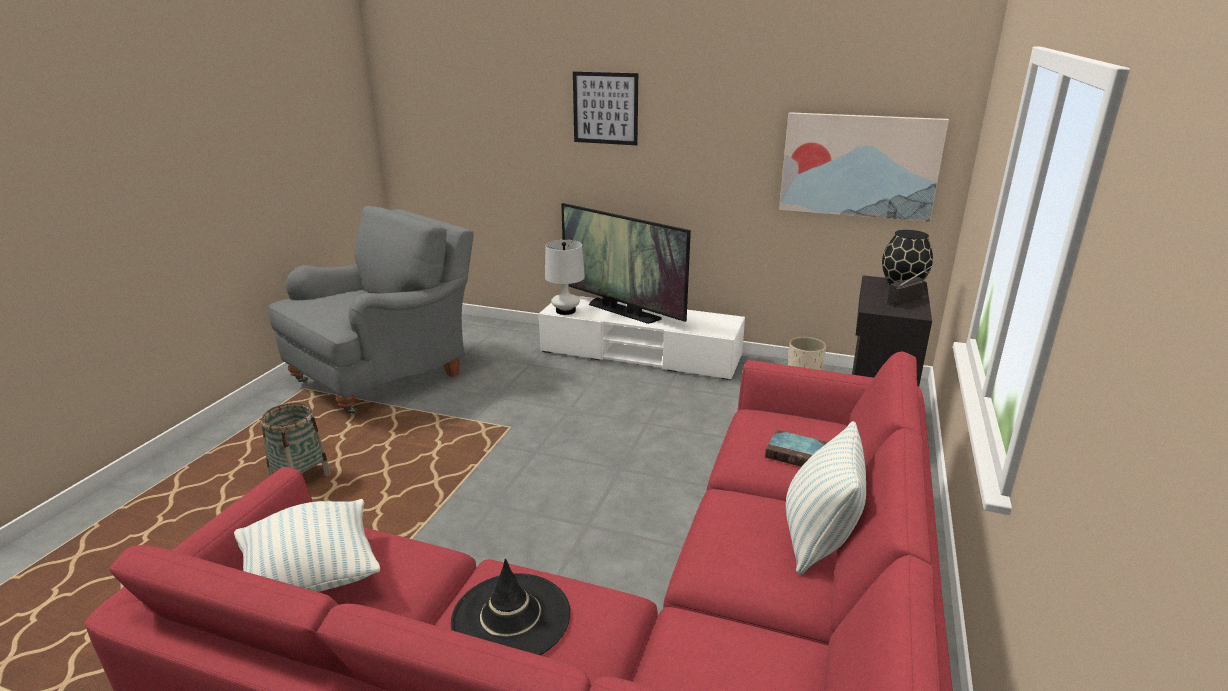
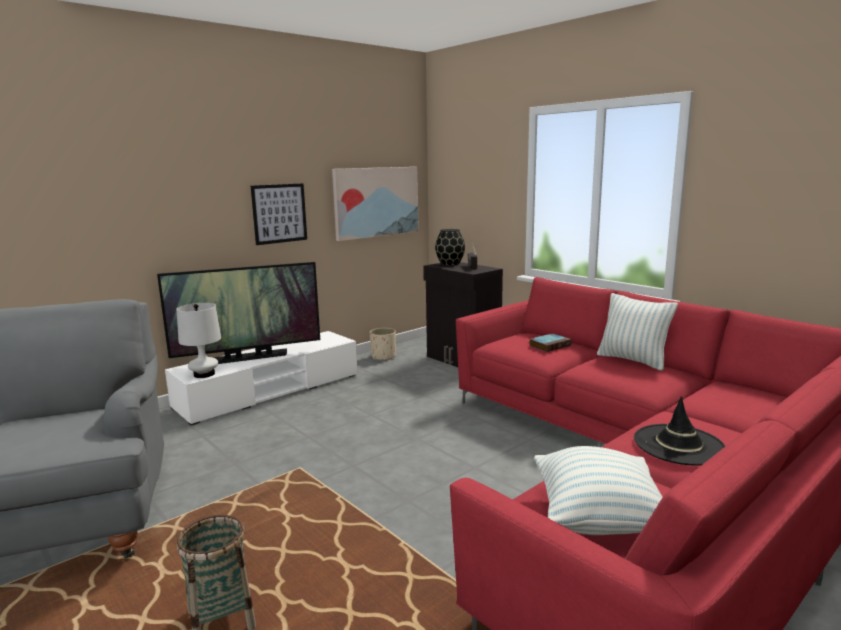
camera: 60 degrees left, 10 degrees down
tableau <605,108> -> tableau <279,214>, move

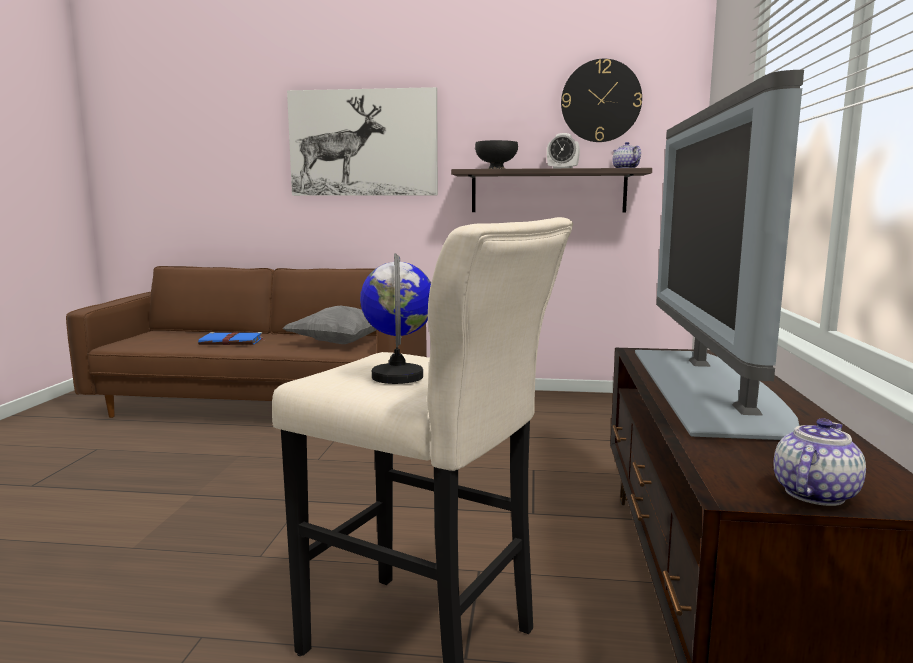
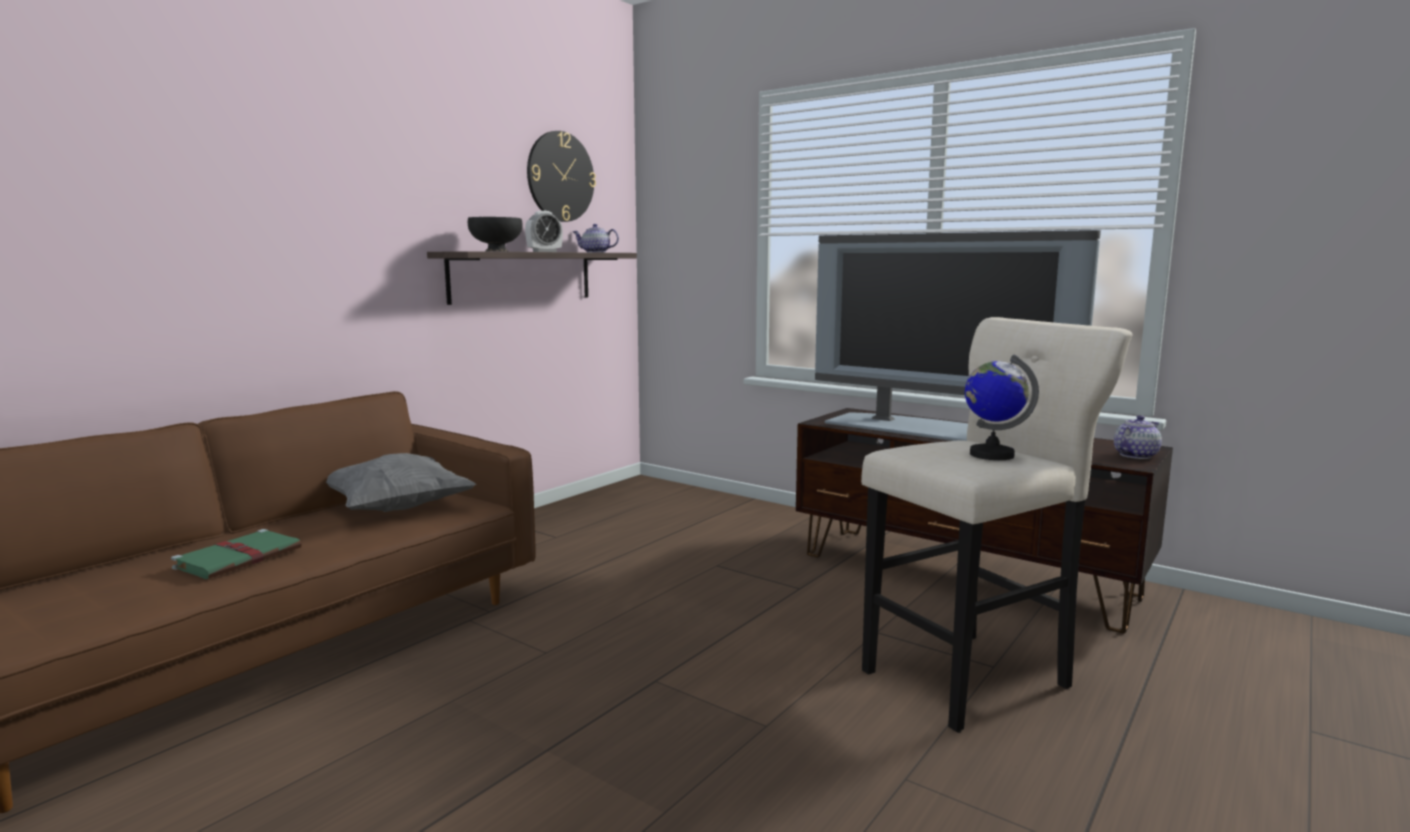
camera: 60 degrees left, 0 degrees up
livre [bleu] <232,338> -> livre [vert] <236,554>
tableau <362,141> -> none
théière <820,462> -> théière <1138,437>, 75 degrees clockwise

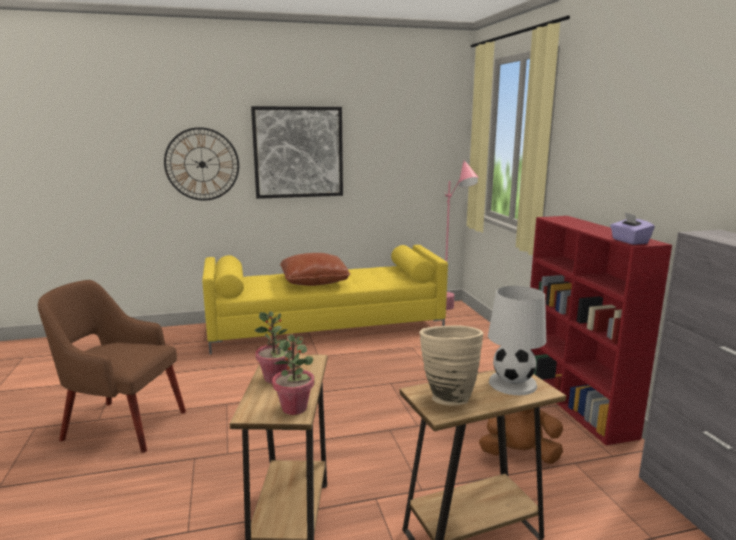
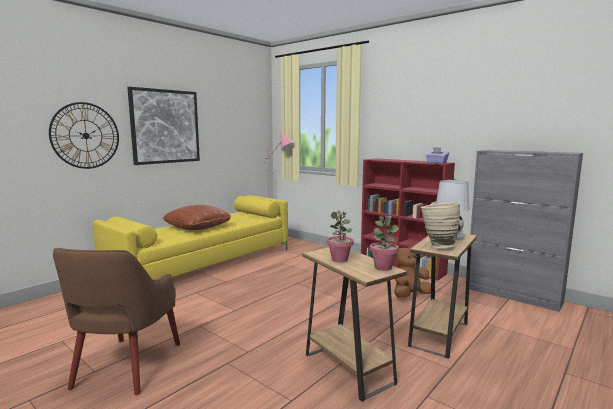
camera: 35 degrees left, 5 degrees down
fauteuil [marron] <112,366> -> fauteuil [marron] <116,321>, 60 degrees counterclockwise

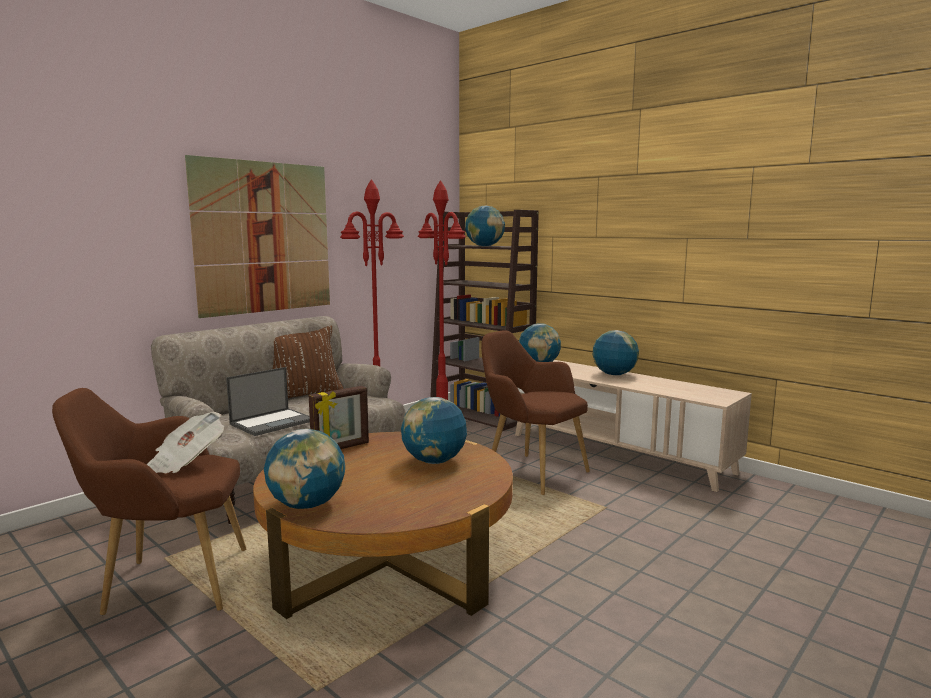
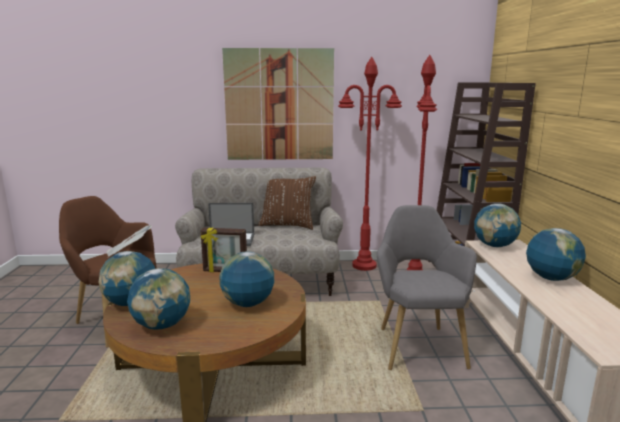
camera: 45 degrees right, 5 degrees up
globe <485,225> -> globe <158,299>, move
fauteuil [marron] <535,412> -> fauteuil [gris] <427,287>

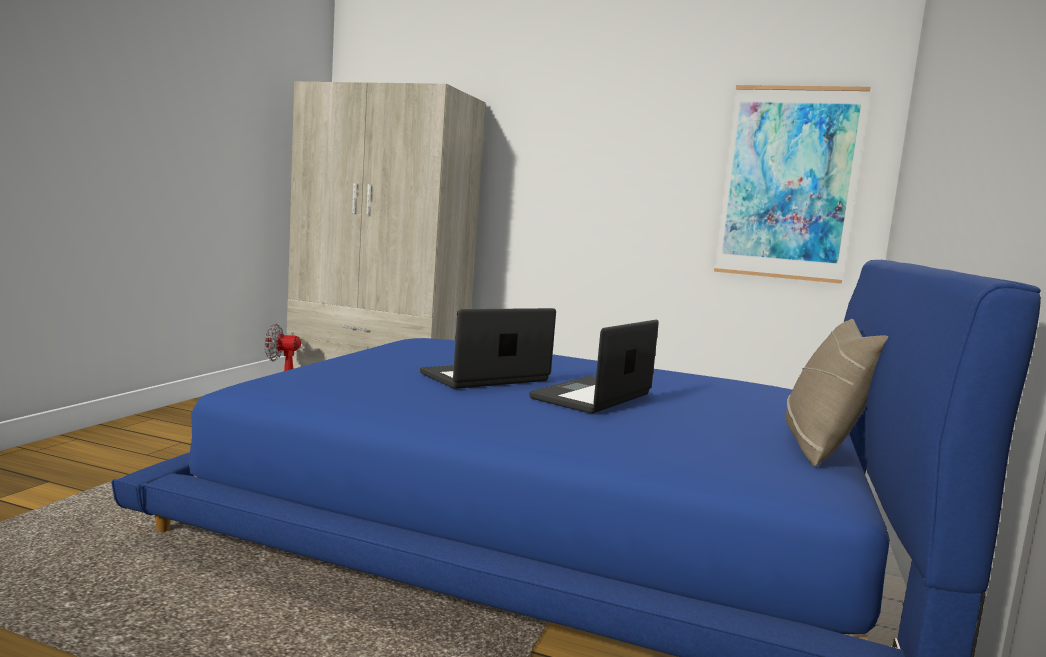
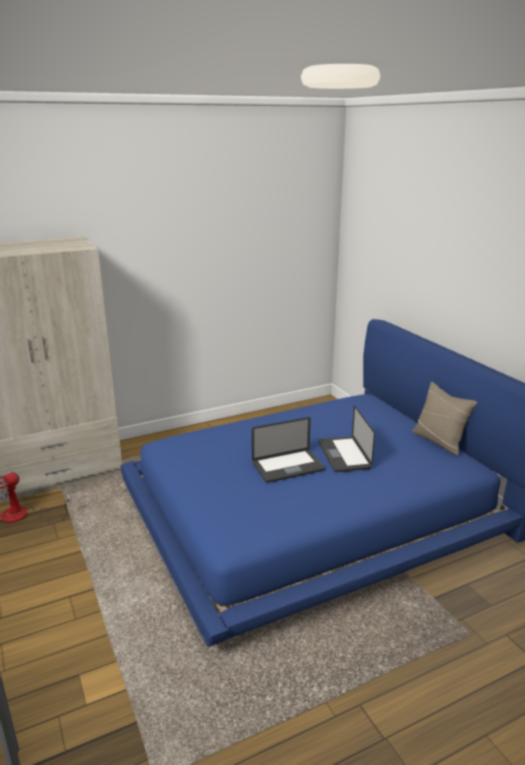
camera: 45 degrees left, 15 degrees up
ordinateur portable <488,348> -> ordinateur portable <288,450>, 120 degrees counterclockwise
tableau <792,184> -> none

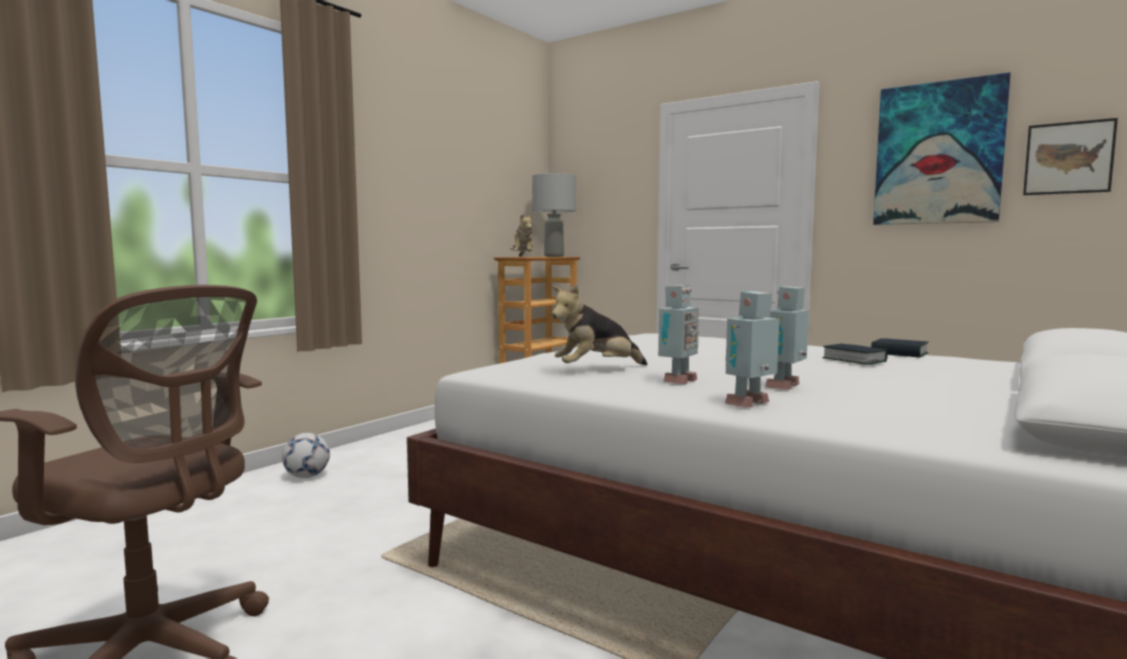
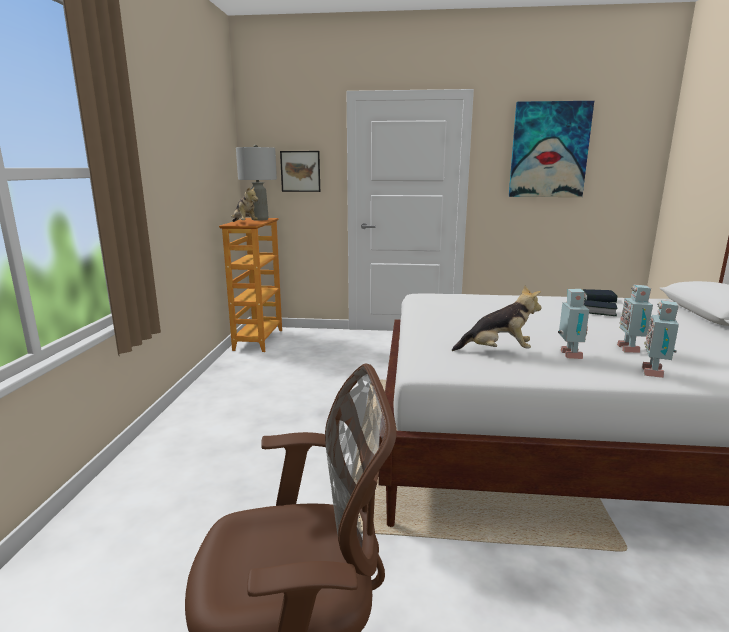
camera: 30 degrees left, 10 degrees up
ballon de foot <306,455> -> none
peluche <599,324> -> peluche <497,318>, 120 degrees counterclockwise
tableau <1070,156> -> tableau <300,171>, move

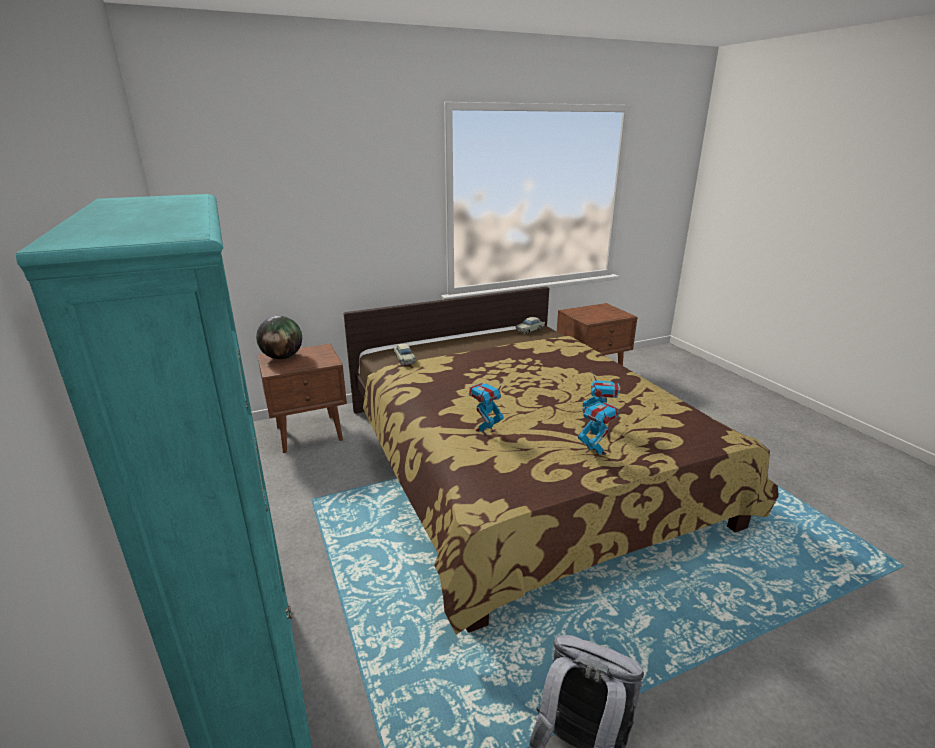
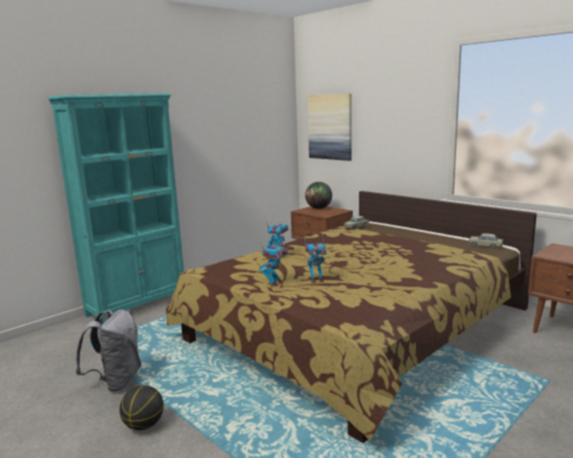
camera: 70 degrees right, 10 degrees down
none -> ballon de basket <141,407>
none -> tableau <330,127>

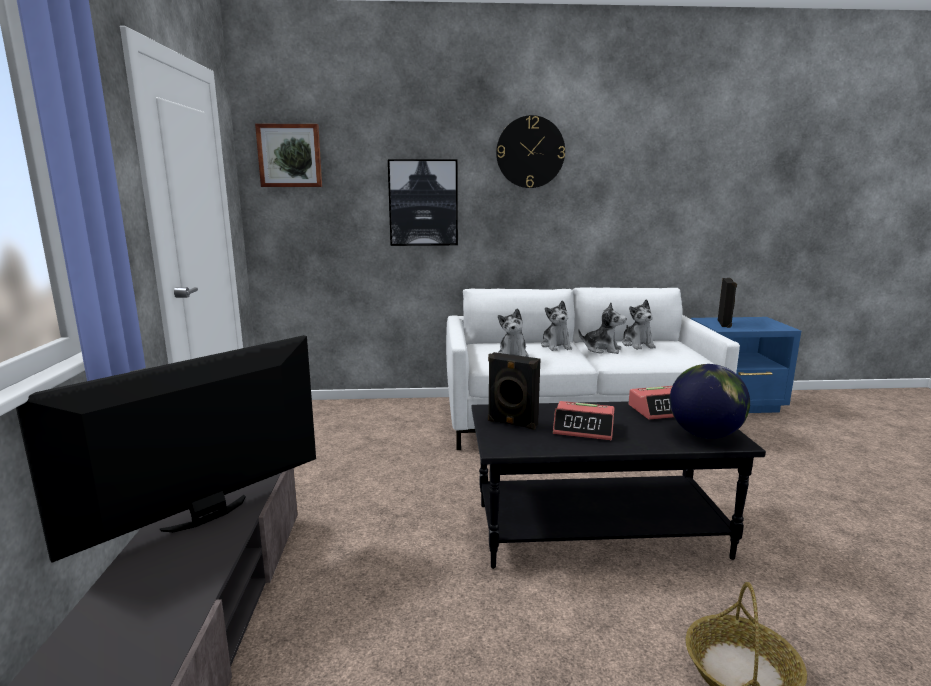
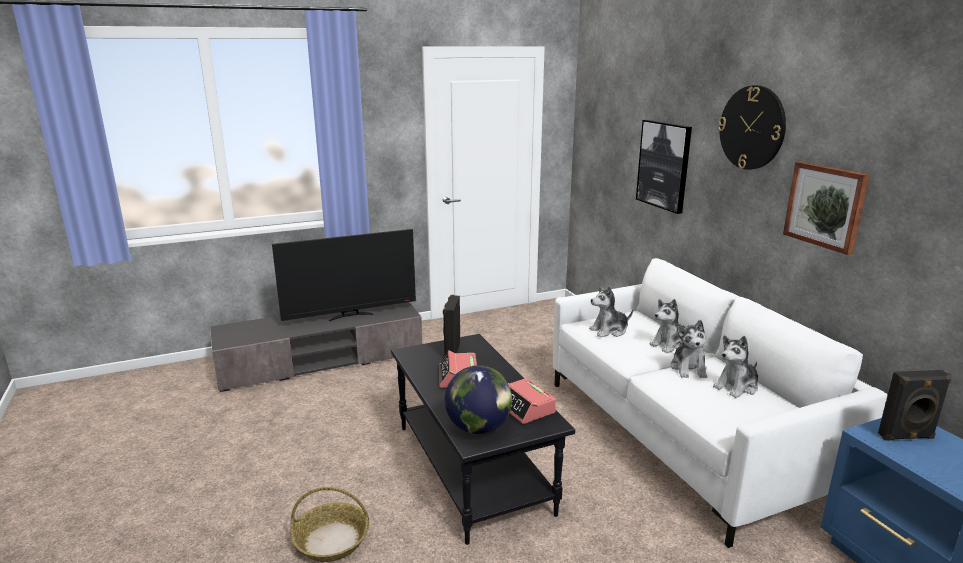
camera: 70 degrees right, 5 degrees up
téléviseur <166,449> -> téléviseur <344,275>, 135 degrees clockwise
tableau <288,155> -> tableau <826,208>, move

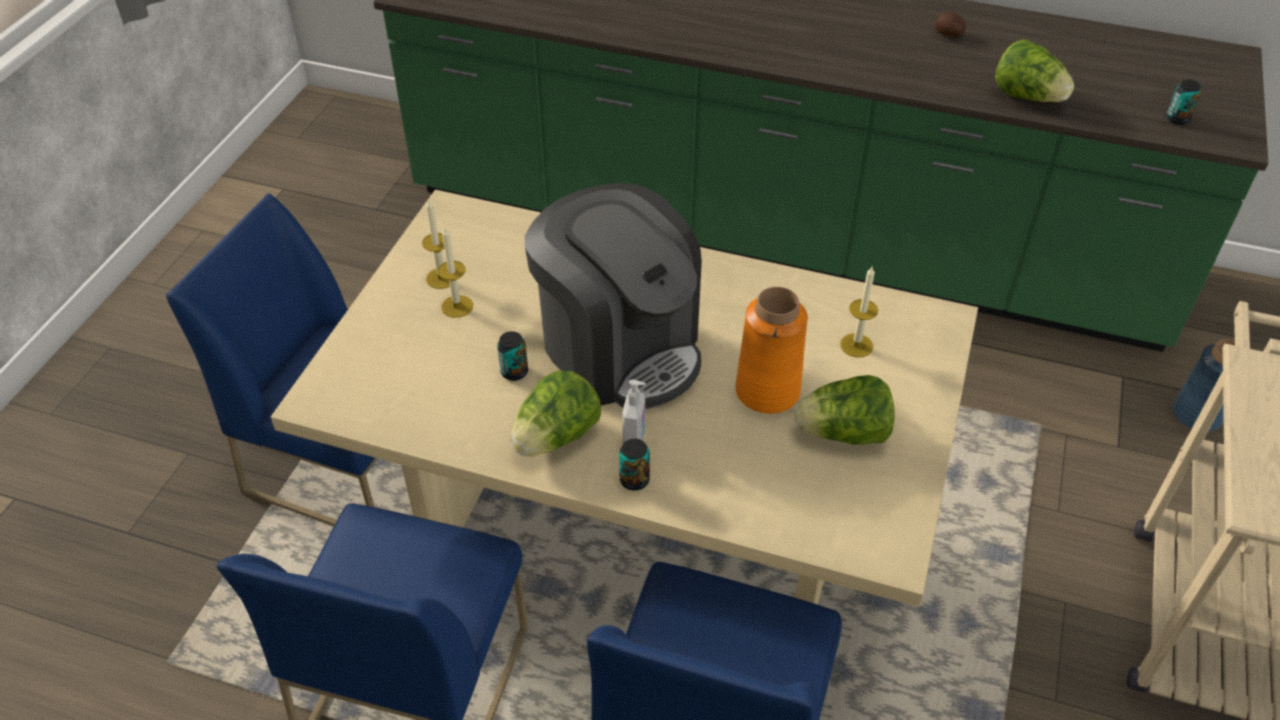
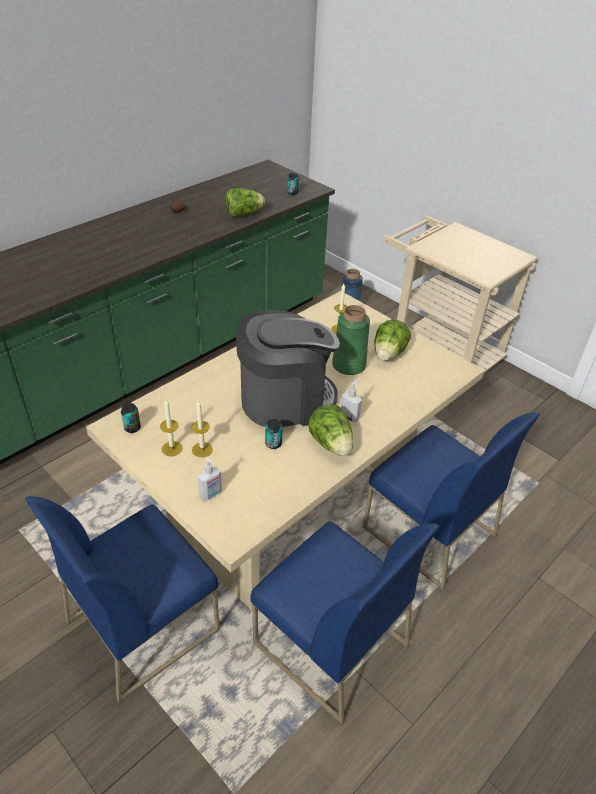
camera: 65 degrees left, 5 degrees down
boîte métallique <634,465> -> boîte métallique <131,418>, move
vase [orange] <771,350> -> vase [vert] <351,340>
none -> distributeur de savon <210,479>

